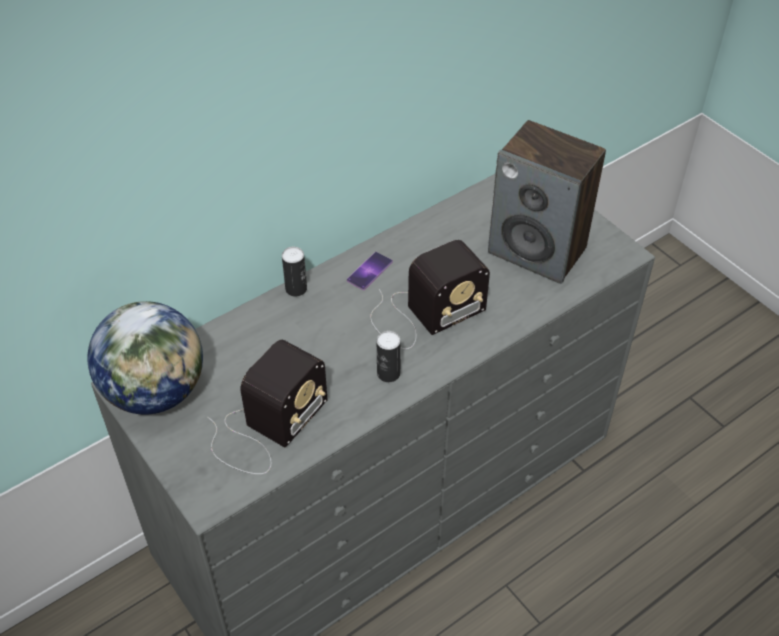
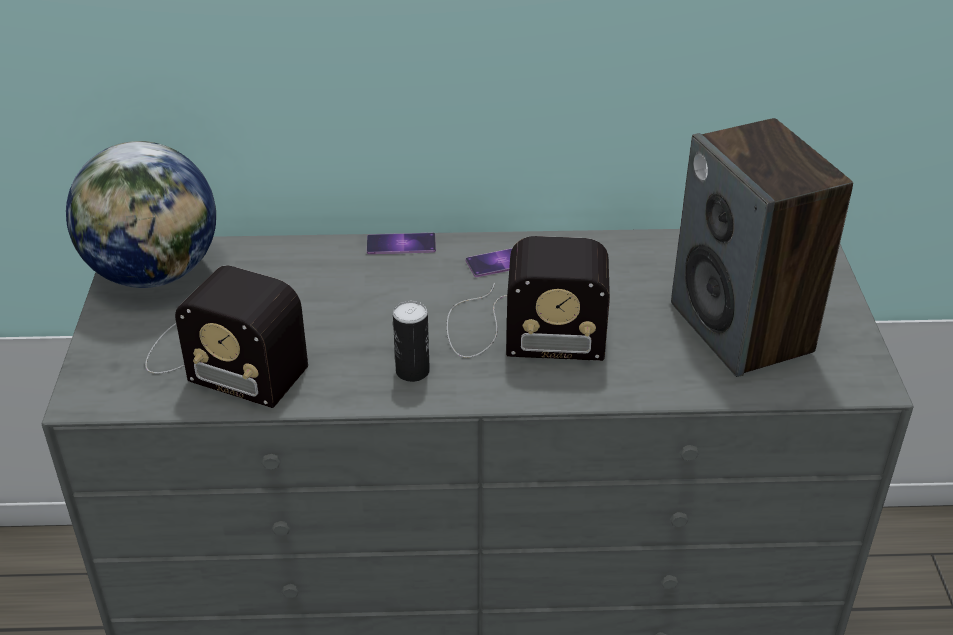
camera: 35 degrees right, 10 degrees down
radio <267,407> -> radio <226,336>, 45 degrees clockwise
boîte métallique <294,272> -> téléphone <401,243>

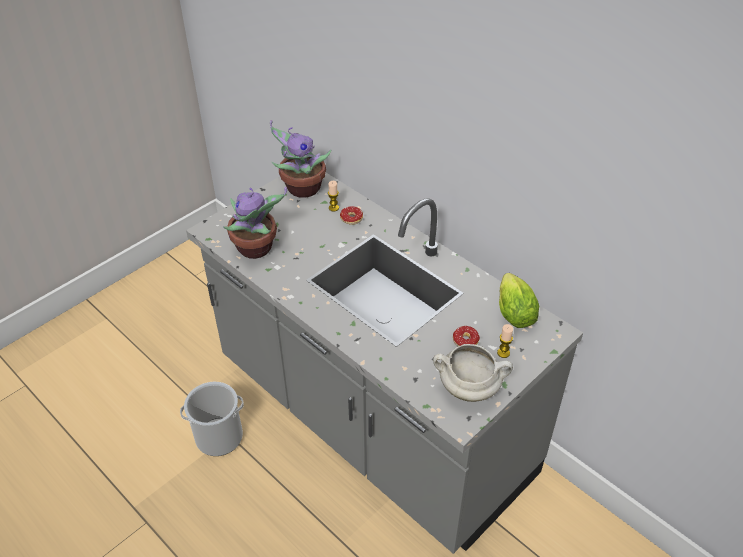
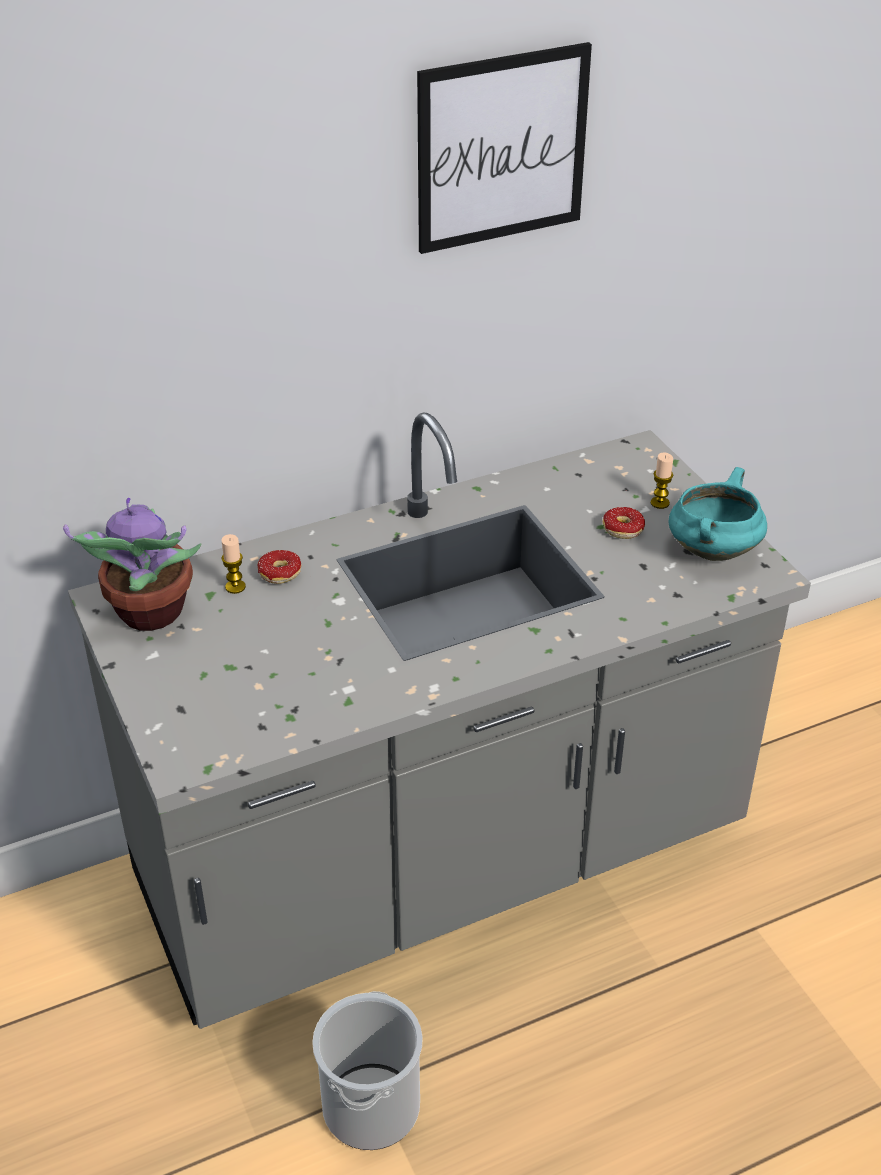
camera: 70 degrees left, 5 degrees down
plante en pot <255,223> -> none
marmite [blanc] <473,373> -> marmite [turquoise] <717,514>
laitue <519,300> -> none
none -> tableau <504,148>

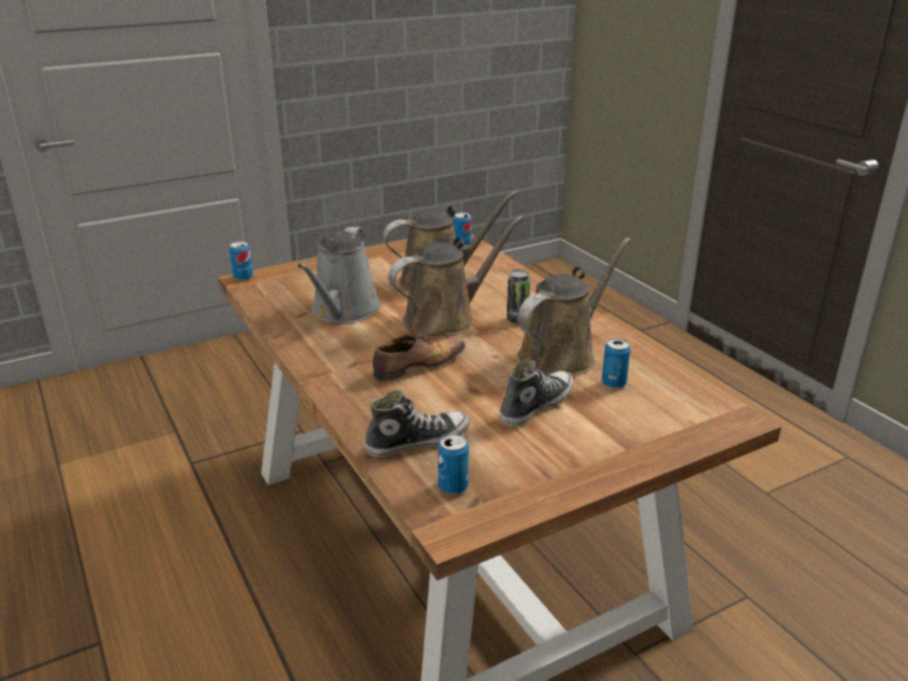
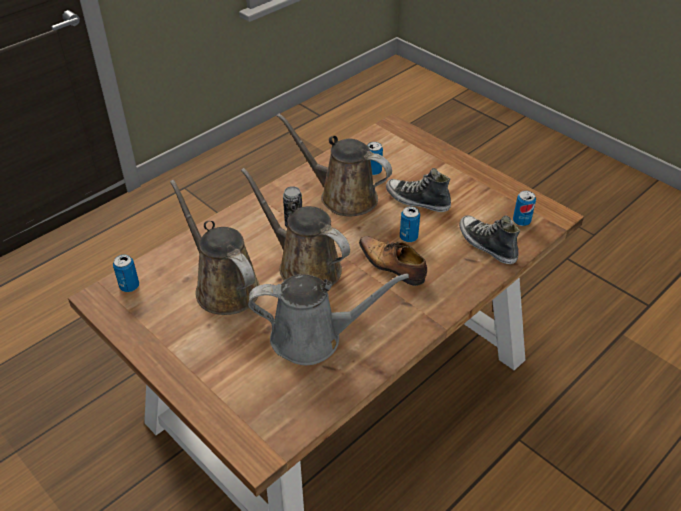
camera: 105 degrees left, 15 degrees up
boîte métallique <241,261> -> boîte métallique <410,224>, move

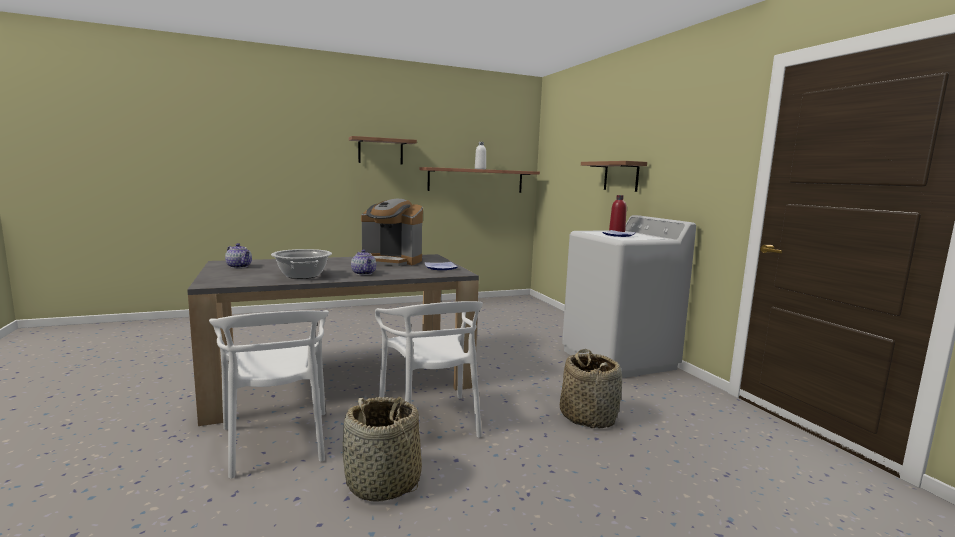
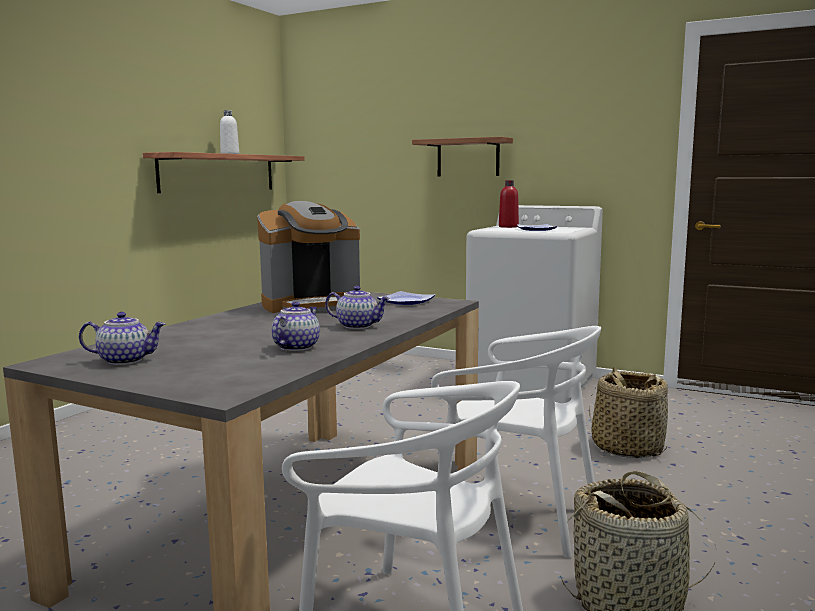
camera: 40 degrees left, 0 degrees up
marmite <301,264> -> théière <296,326>
étagère <383,150> -> none

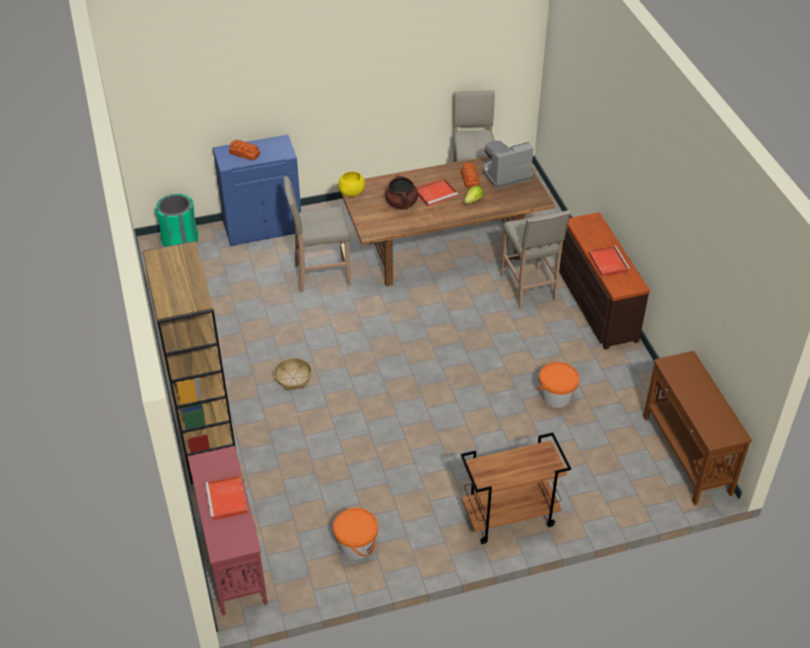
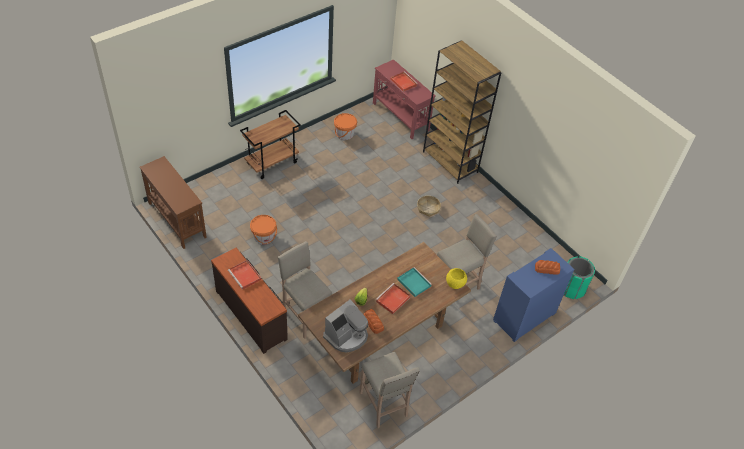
camera: 155 degrees right, 5 degrees up
marmite [marron] <401,192> -> plateau [turquoise] <414,282>

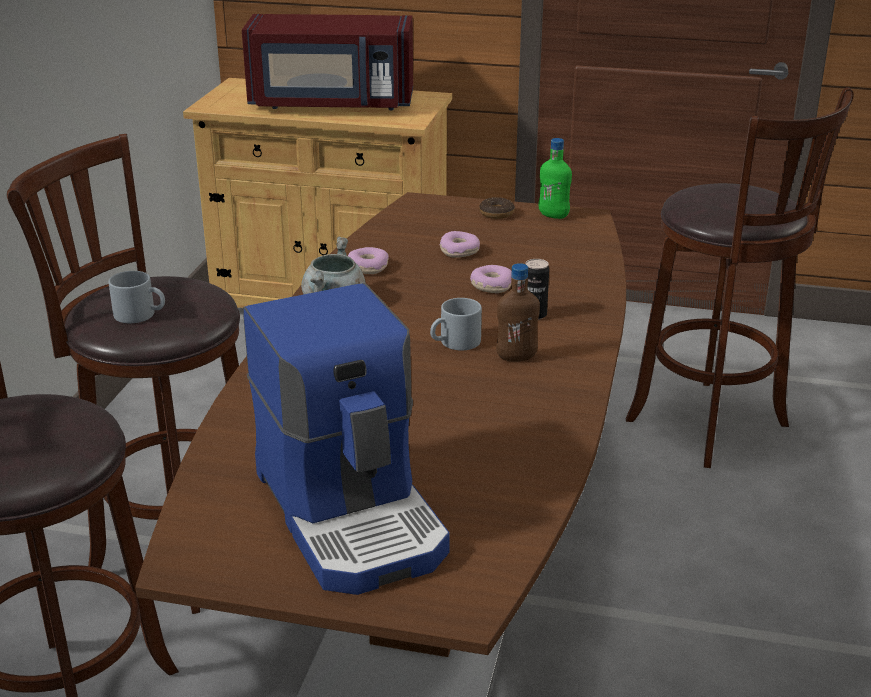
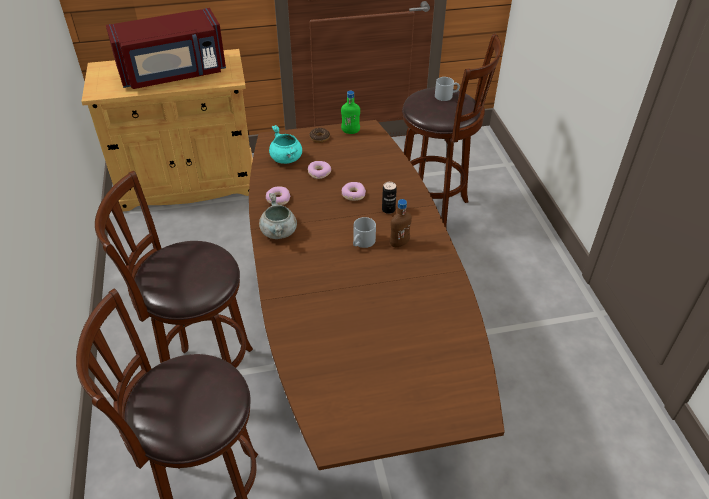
camera: 25 degrees left, 15 degrees up
mug [gris] <137,297> -> mug [gris] <447,89>, move
machine à café <346,439> -> none
none -> marmite [turquoise] <285,144>

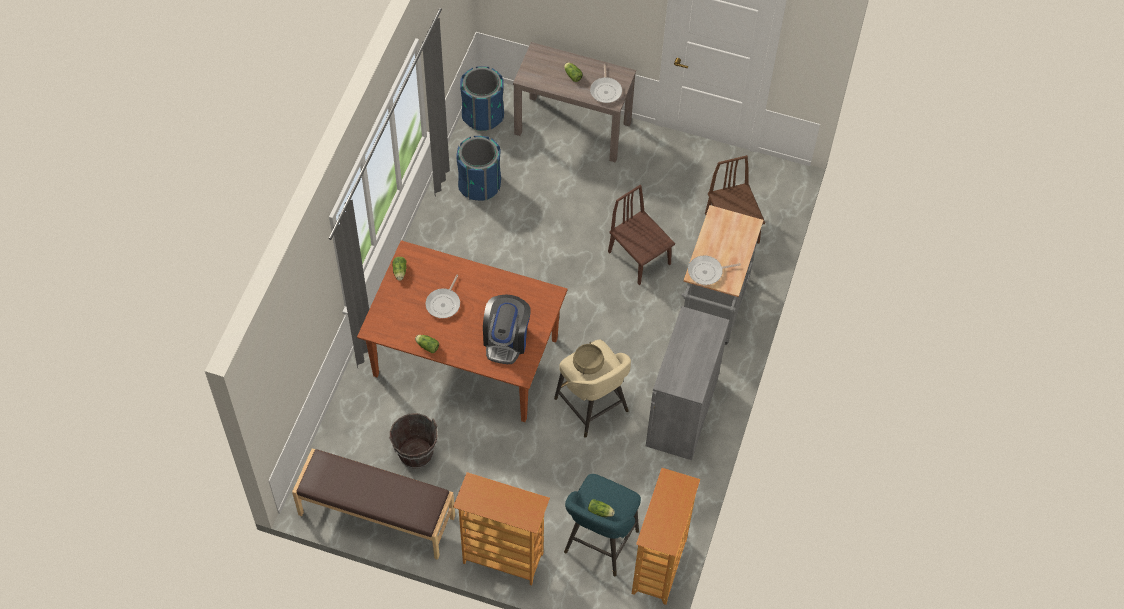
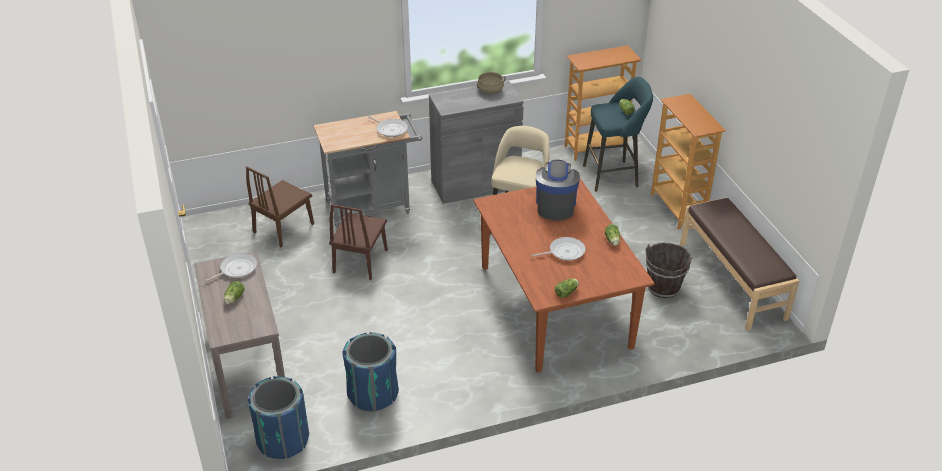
camera: 125 degrees left, 20 degrees down
machine à café <507,329> -> machine à café <558,189>, 60 degrees counterclockwise
marmite [beige] <588,358> -> marmite [beige] <491,82>, move

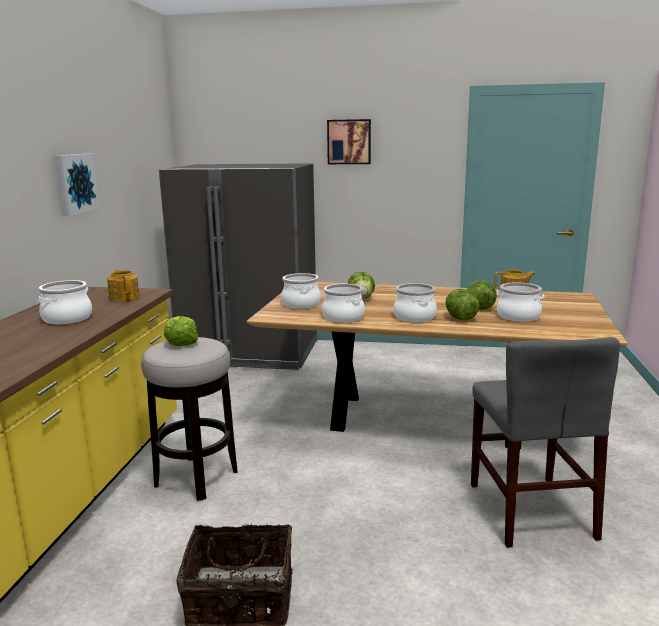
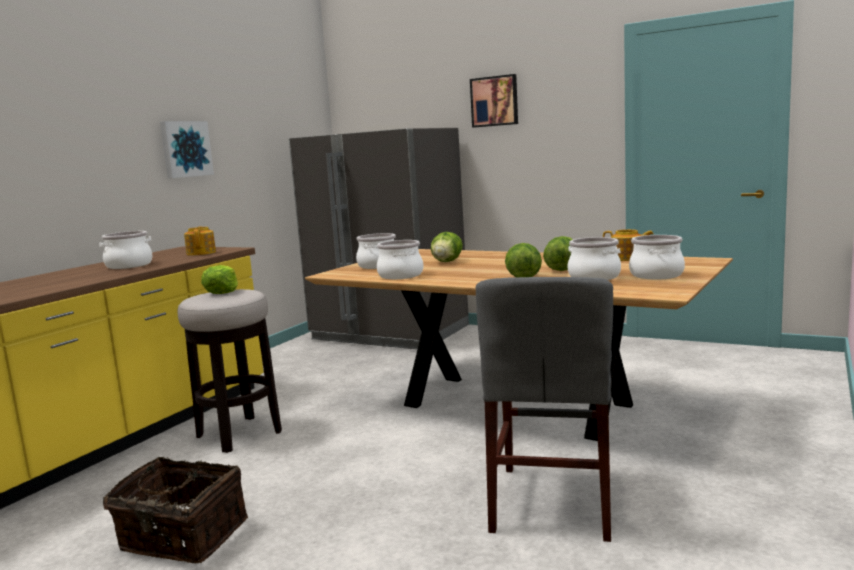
camera: 20 degrees right, 5 degrees down
marmite <415,302> -> marmite <657,257>, move

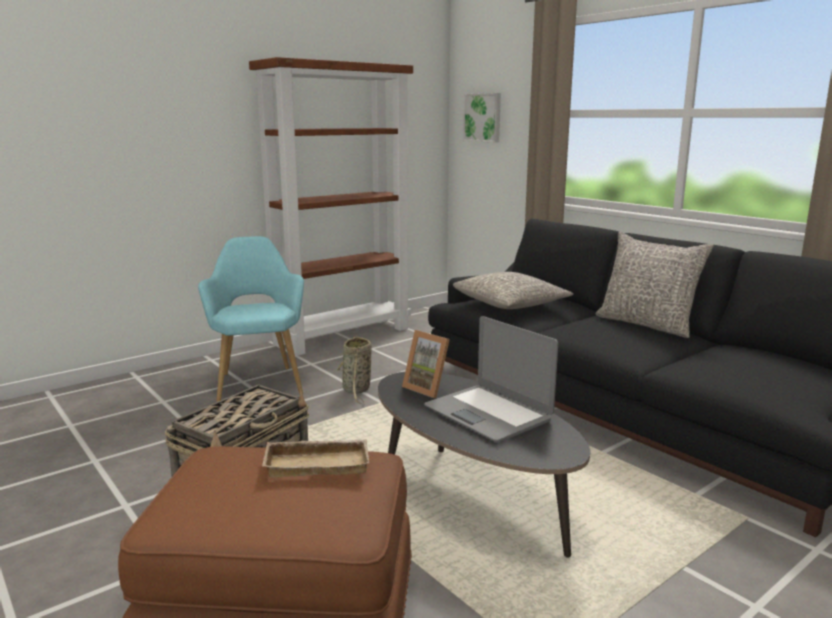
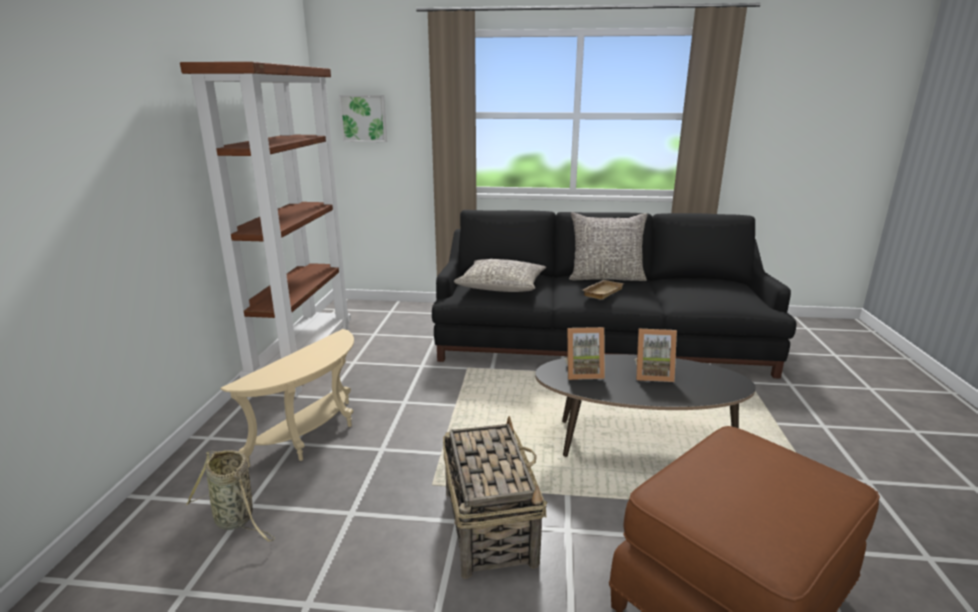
camera: 45 degrees left, 5 degrees up
fauteuil [turquoise] <251,319> -> table d'appoint [beige] <287,398>
plateau [beige] <315,458> -> plateau [beige] <603,290>, move
panier <354,369> -> panier <230,496>, move
ordinateur portable <491,379> -> cadre photo <656,355>

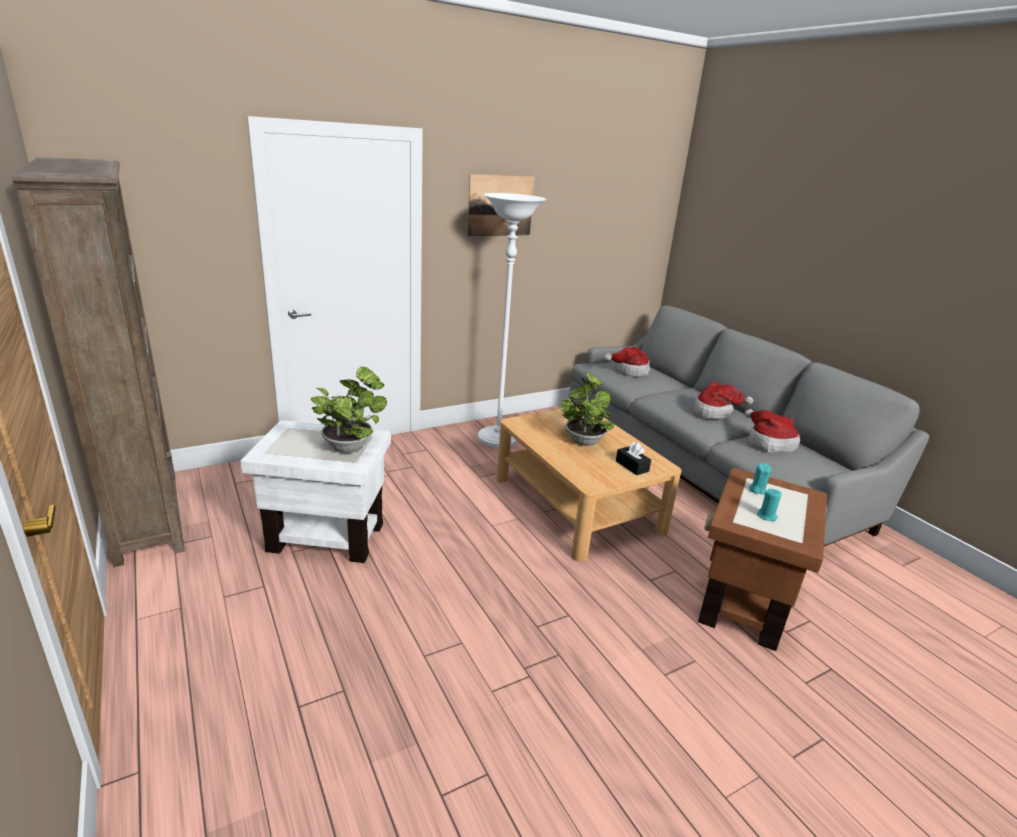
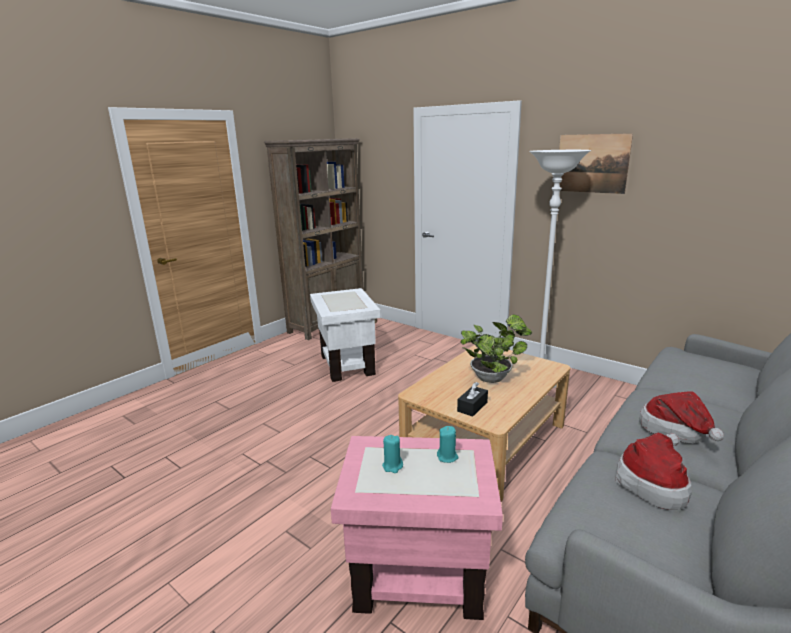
camera: 70 degrees right, 5 degrees down
plante en pot <348,410> -> none
chapeau <627,362> -> none
table d'appoint [marron] <762,559> -> table d'appoint [rose] <417,528>

